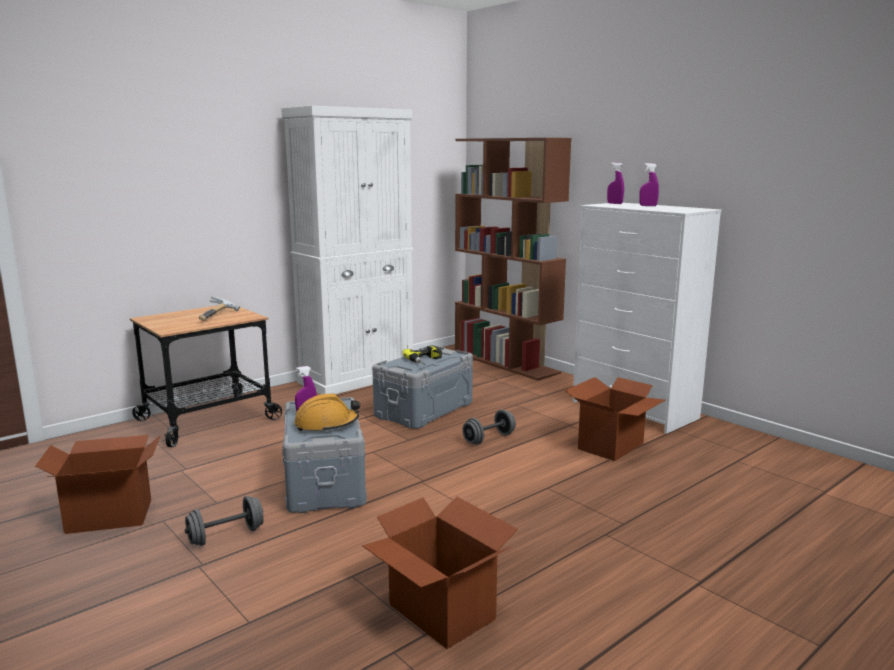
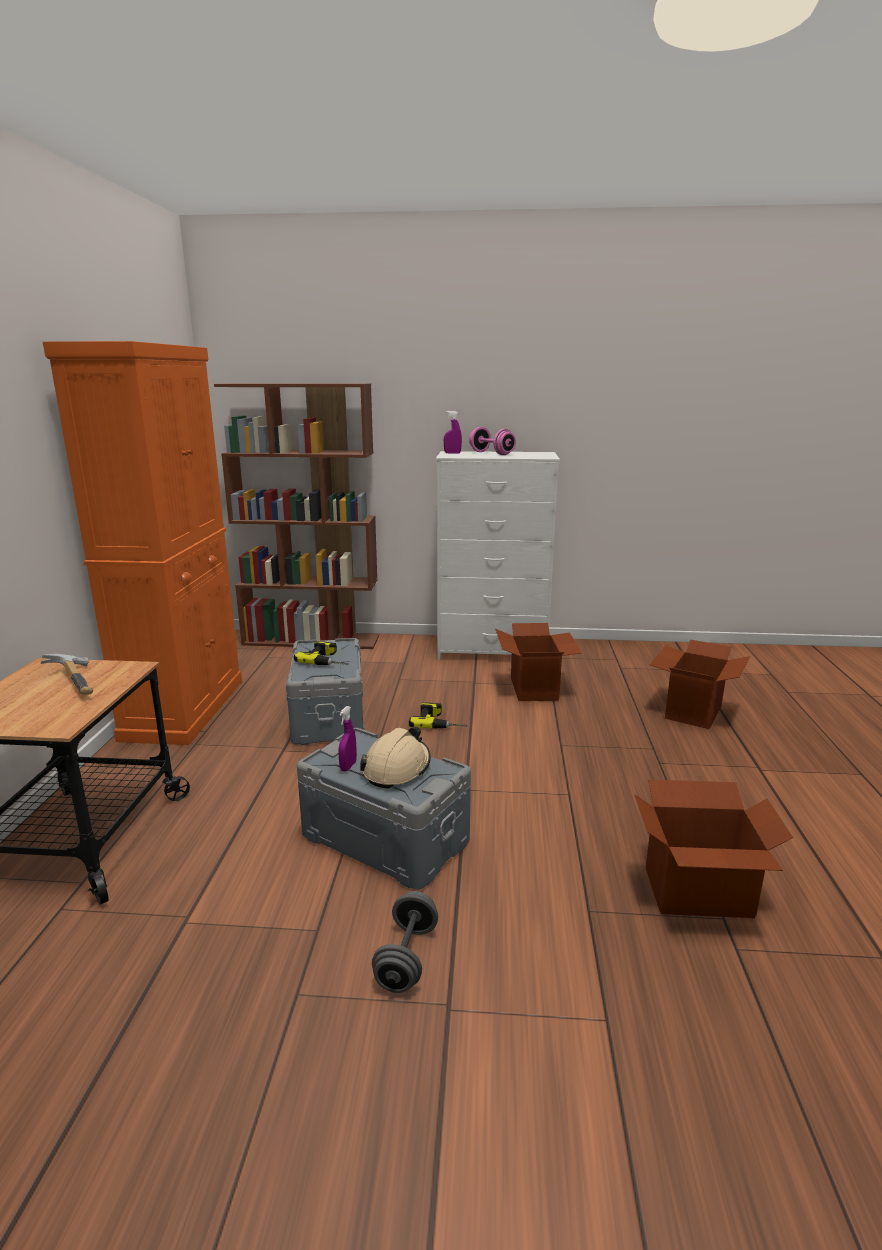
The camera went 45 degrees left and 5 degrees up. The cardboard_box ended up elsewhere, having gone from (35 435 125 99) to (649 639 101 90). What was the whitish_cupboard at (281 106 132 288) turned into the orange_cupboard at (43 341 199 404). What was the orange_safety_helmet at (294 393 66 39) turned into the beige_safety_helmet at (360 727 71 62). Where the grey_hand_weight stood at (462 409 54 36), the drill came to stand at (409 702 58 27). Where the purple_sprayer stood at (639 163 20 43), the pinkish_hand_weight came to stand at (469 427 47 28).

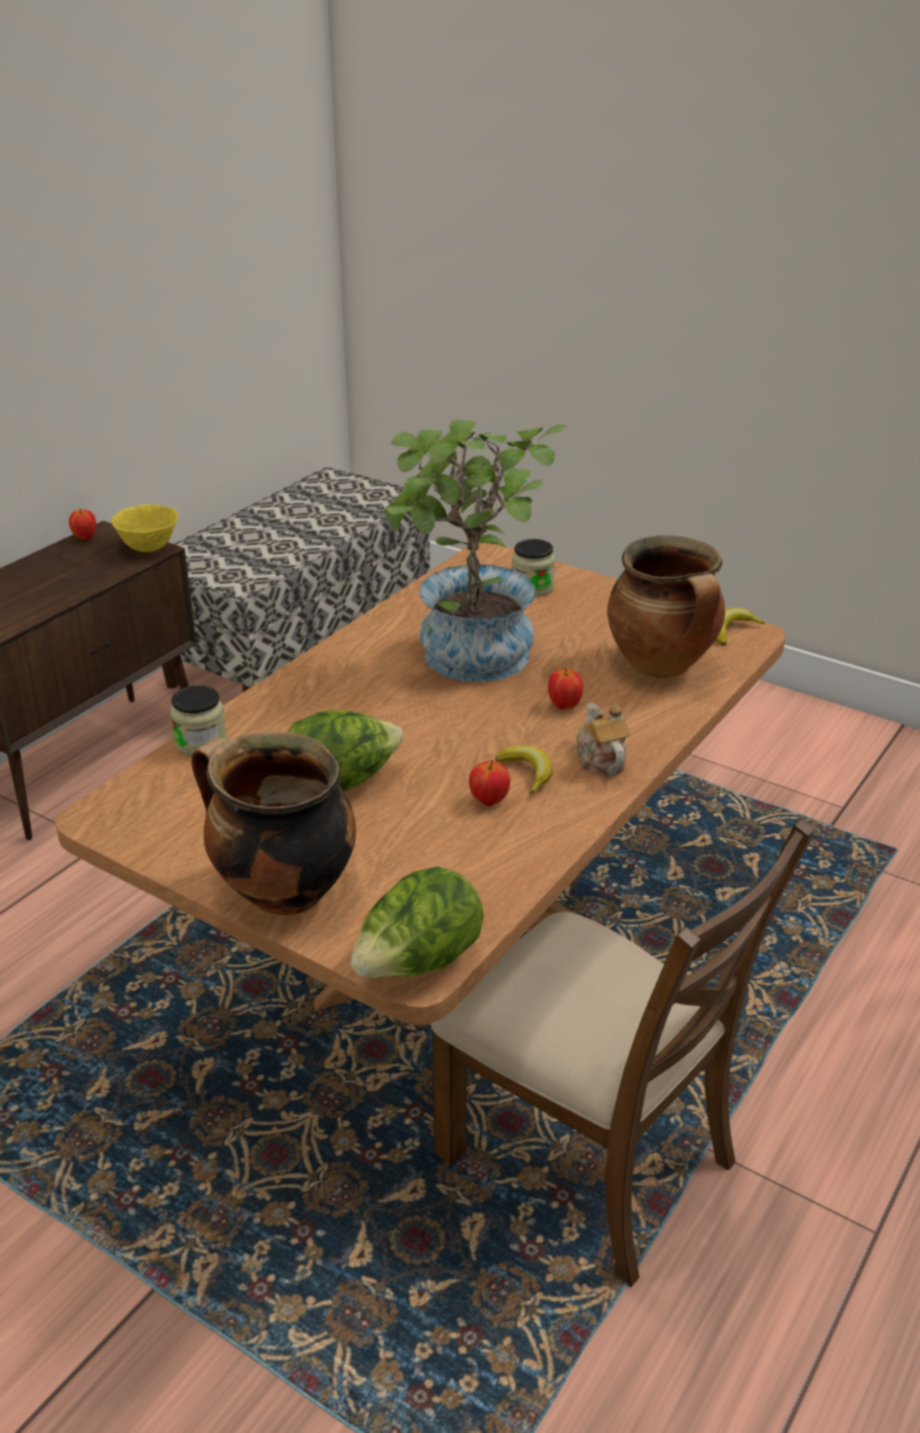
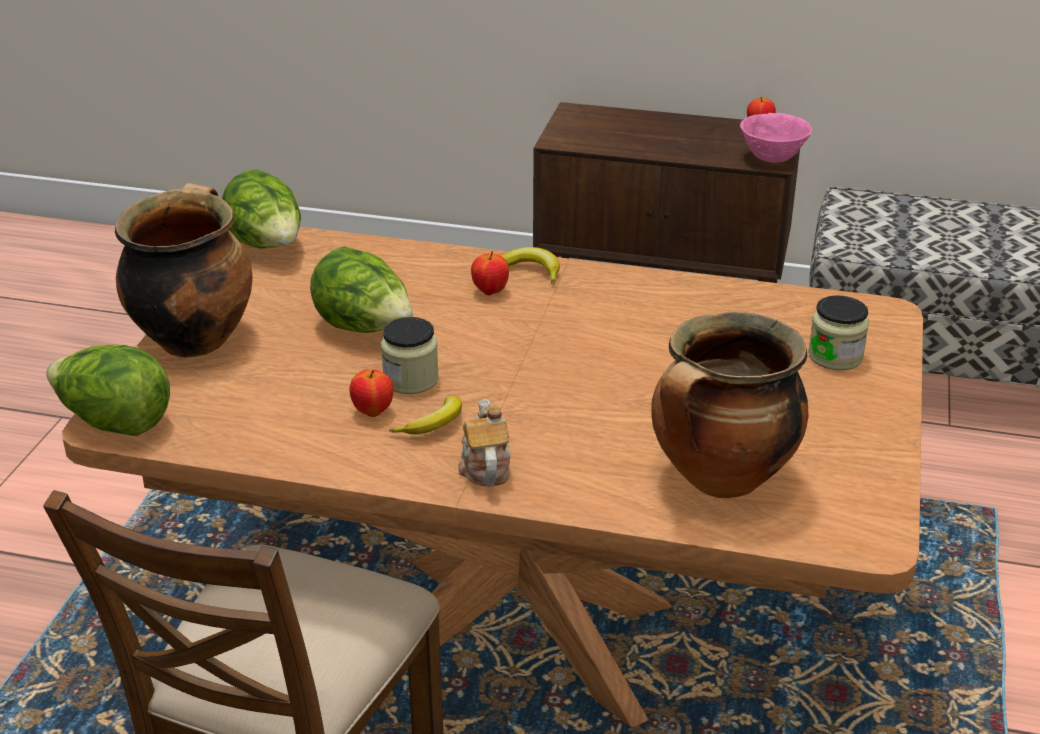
The camera went 70 degrees right and 0 degrees up. What was the yellow-coloured_serving_bowl at (111 504 67 48) turned into the pinkish_serving_bowl at (740 113 72 50). The storage_jar ended up elsewhere, having gone from (170 685 57 71) to (381 317 58 77). The second view lost the potted_plant at (384 420 182 262). The apple_fruit ended up elsewhere, having gone from (548 667 35 43) to (471 251 38 44). The tea_pot at (576 703 54 73) ended up facing another way, 60 degrees counterclockwise from before. The banana ended up elsewhere, having gone from (716 607 49 39) to (502 247 58 37). The second view gained the head_of_lettuce at (222 170 79 79).

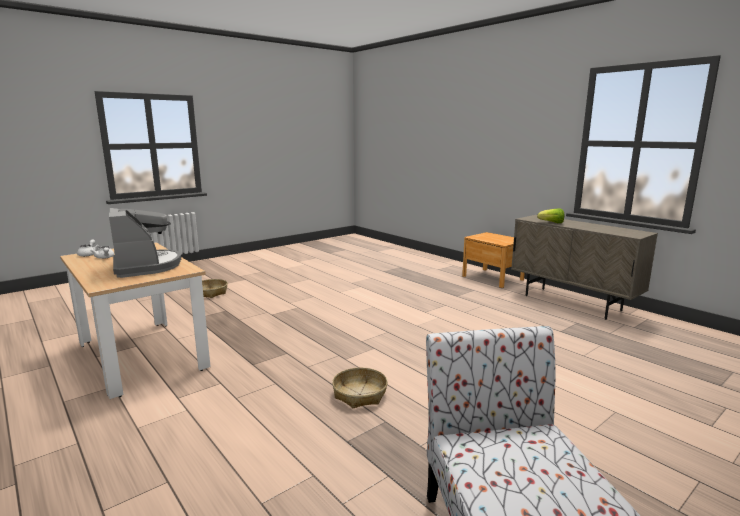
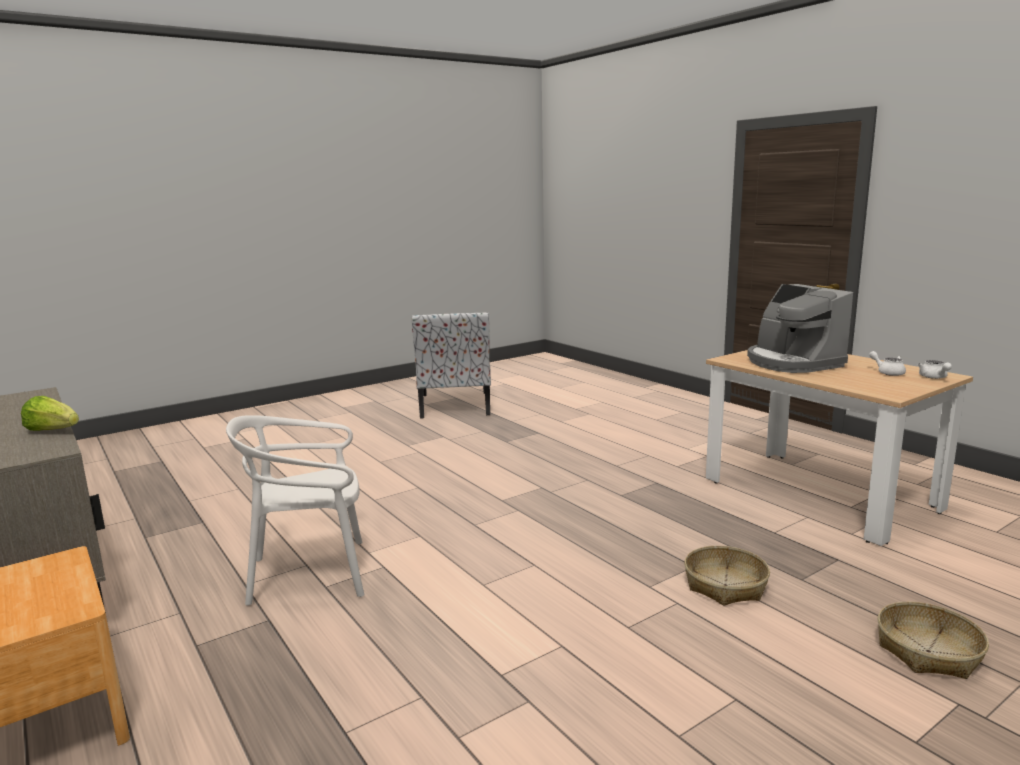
The camera went 175 degrees left and 0 degrees up. The storage_basket ended up elsewhere, having gone from (332 368 56 40) to (684 546 86 60). The second view gained the whitish_plain_chair at (226 415 139 191).

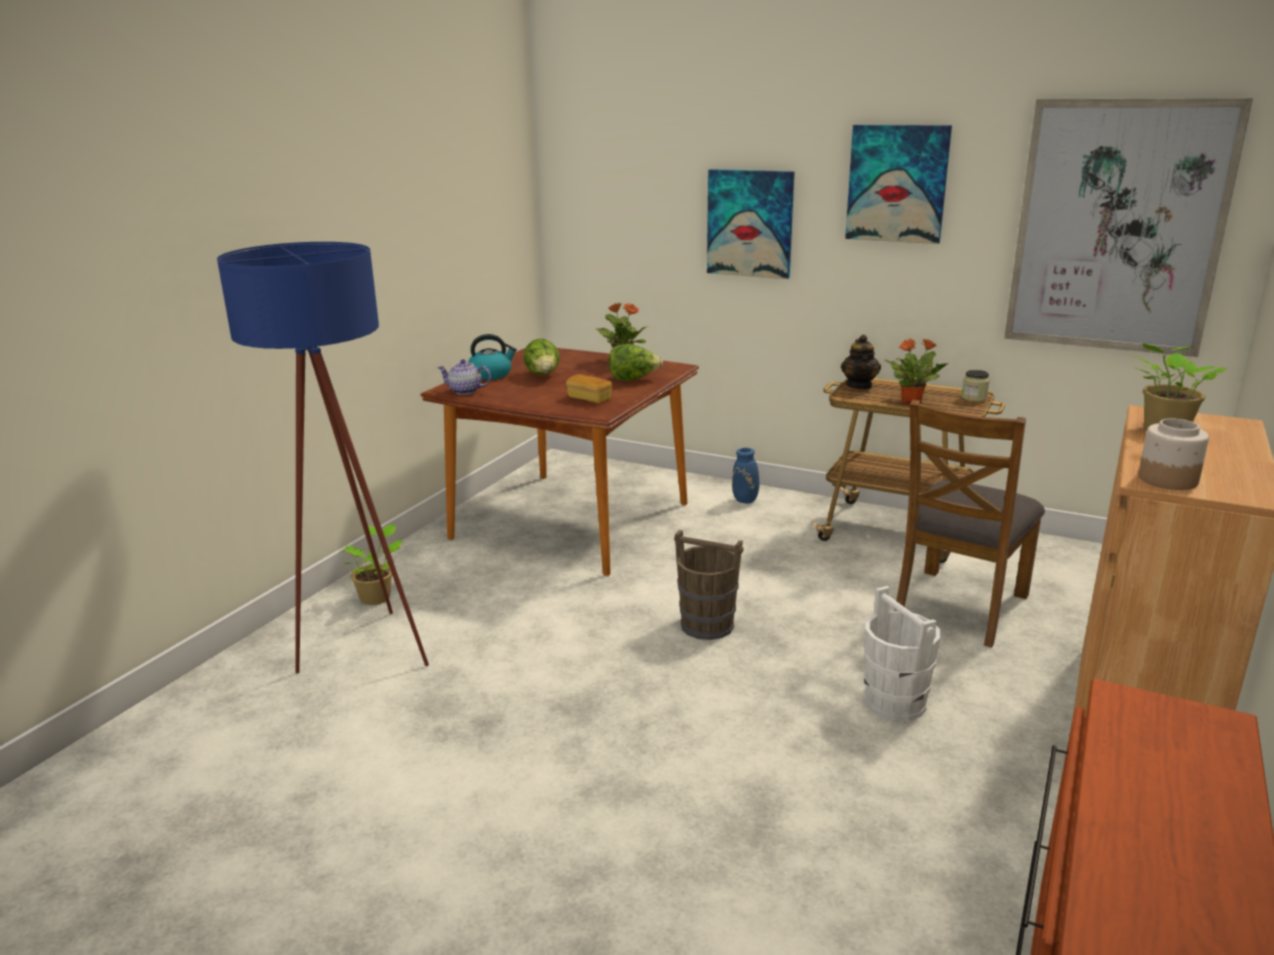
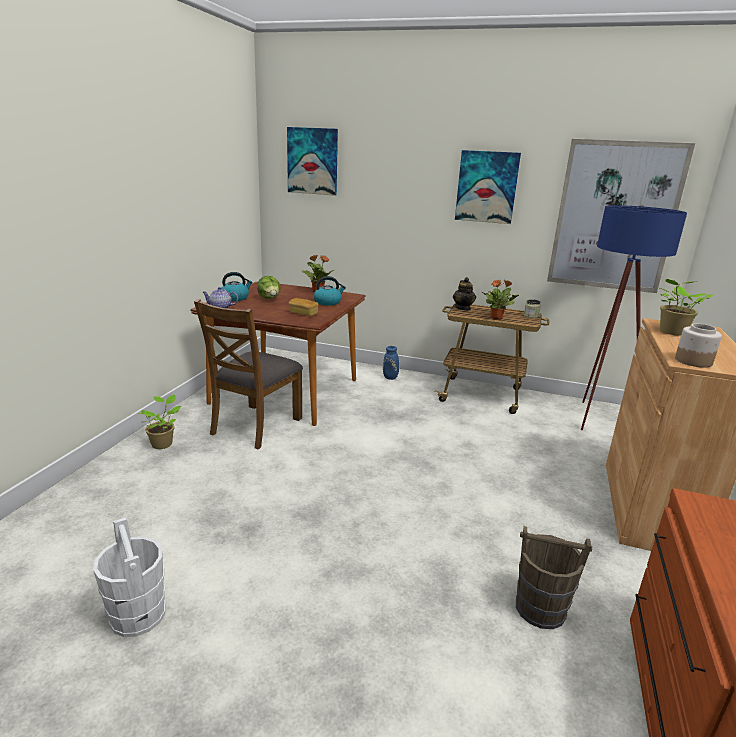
The camera went 10 degrees left and 0 degrees up. The blue_standing_lamp ended up elsewhere, having gone from (217 242 212 432) to (581 205 106 225). Where the head_of_lettuce stood at (608 344 55 37), the tea_kettle came to stand at (314 276 32 30). The brown-coloured_pail ended up elsewhere, having gone from (674 530 70 110) to (516 526 76 103). The wall_art ended up elsewhere, having gone from (707 169 87 110) to (287 127 51 69). The whitish_pail ended up elsewhere, having gone from (864 586 76 135) to (93 517 72 120). The brown-coloured_plain_chair ended up elsewhere, having gone from (894 400 151 248) to (194 299 109 150).

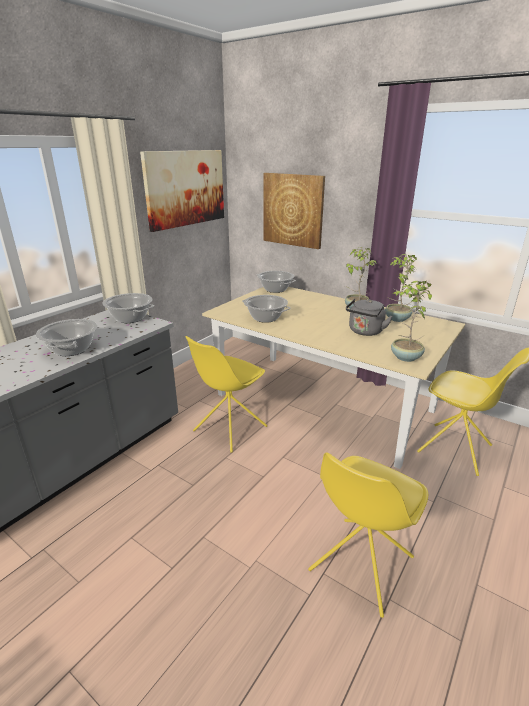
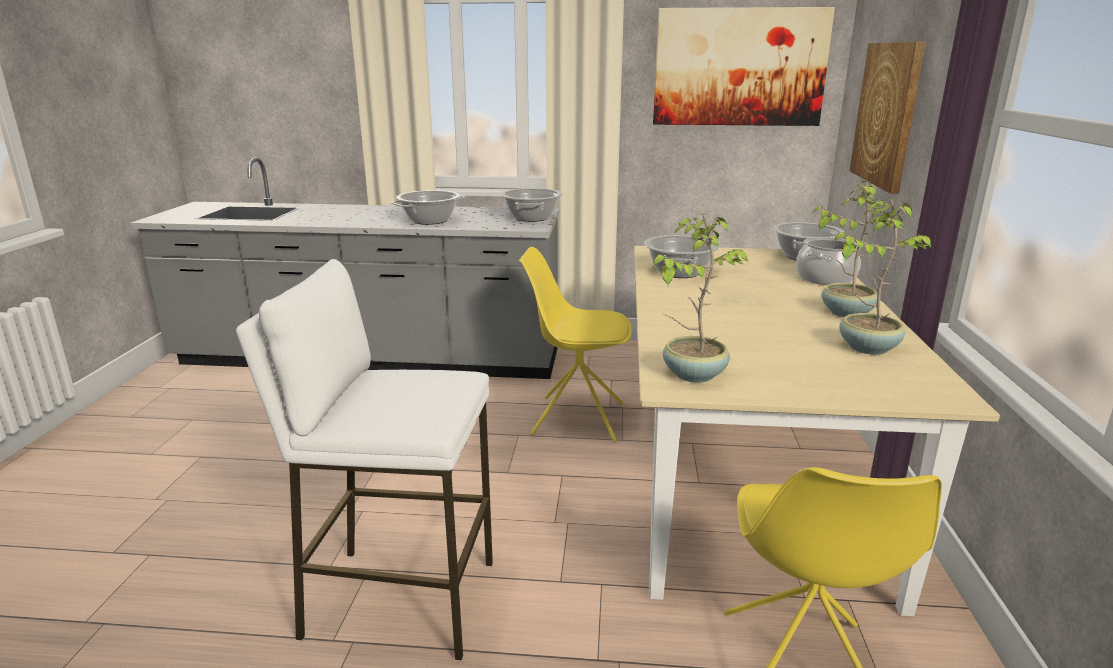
The camera went 60 degrees right and 5 degrees down. Where the yellow-coloured_plain_chair stood at (308 452 120 166), the whitish_stool came to stand at (236 259 257 402). The second view lost the grey_tea_kettle at (346 299 47 37). The second view gained the saucepot at (796 237 65 48).

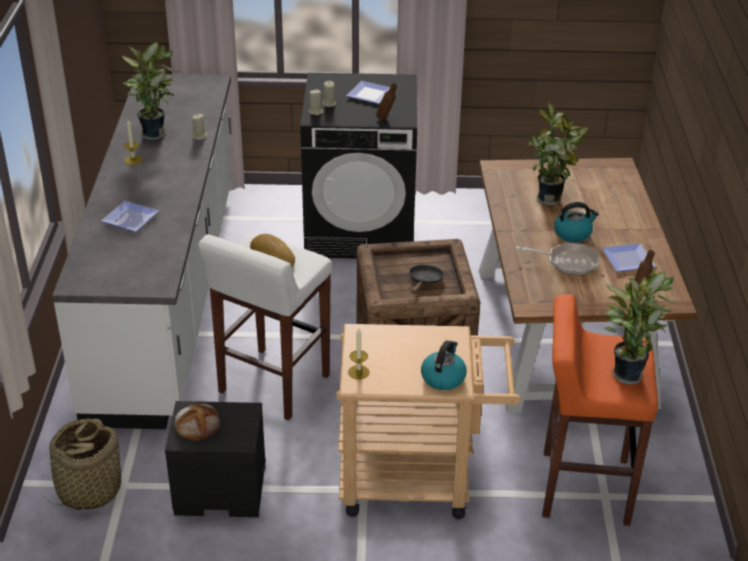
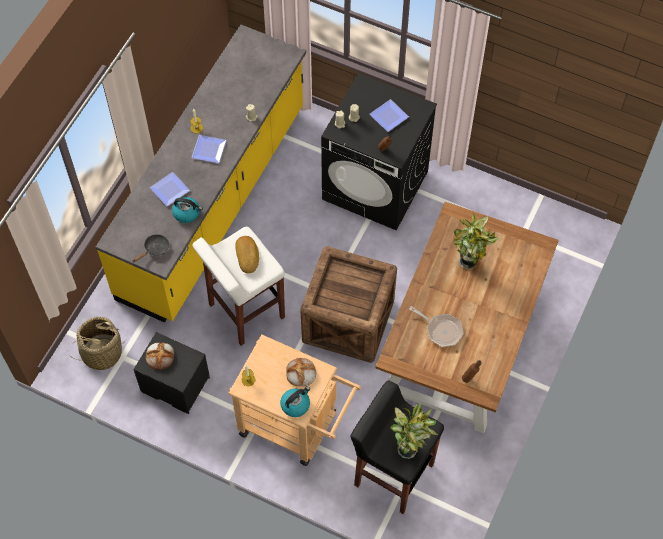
The camera went 25 degrees right and 25 degrees up. What was the whitish_kitchen_counter at (52 74 179 355) turned into the yellow-coloured_kitchen_counter at (96 25 210 298). The second view lost the potted_plant at (122 42 56 98). The black_skillet ended up elsewhere, having gone from (409 265 35 28) to (132 234 38 28). What was the orange_stool at (542 294 116 232) turned into the black_stool at (350 380 94 134). The tea_kettle ended up elsewhere, having gone from (554 202 45 40) to (172 197 31 26). The flat_dish ended up elsewhere, having gone from (602 243 54 29) to (192 135 35 28). The second view gained the bakery_bread at (286 358 30 28).

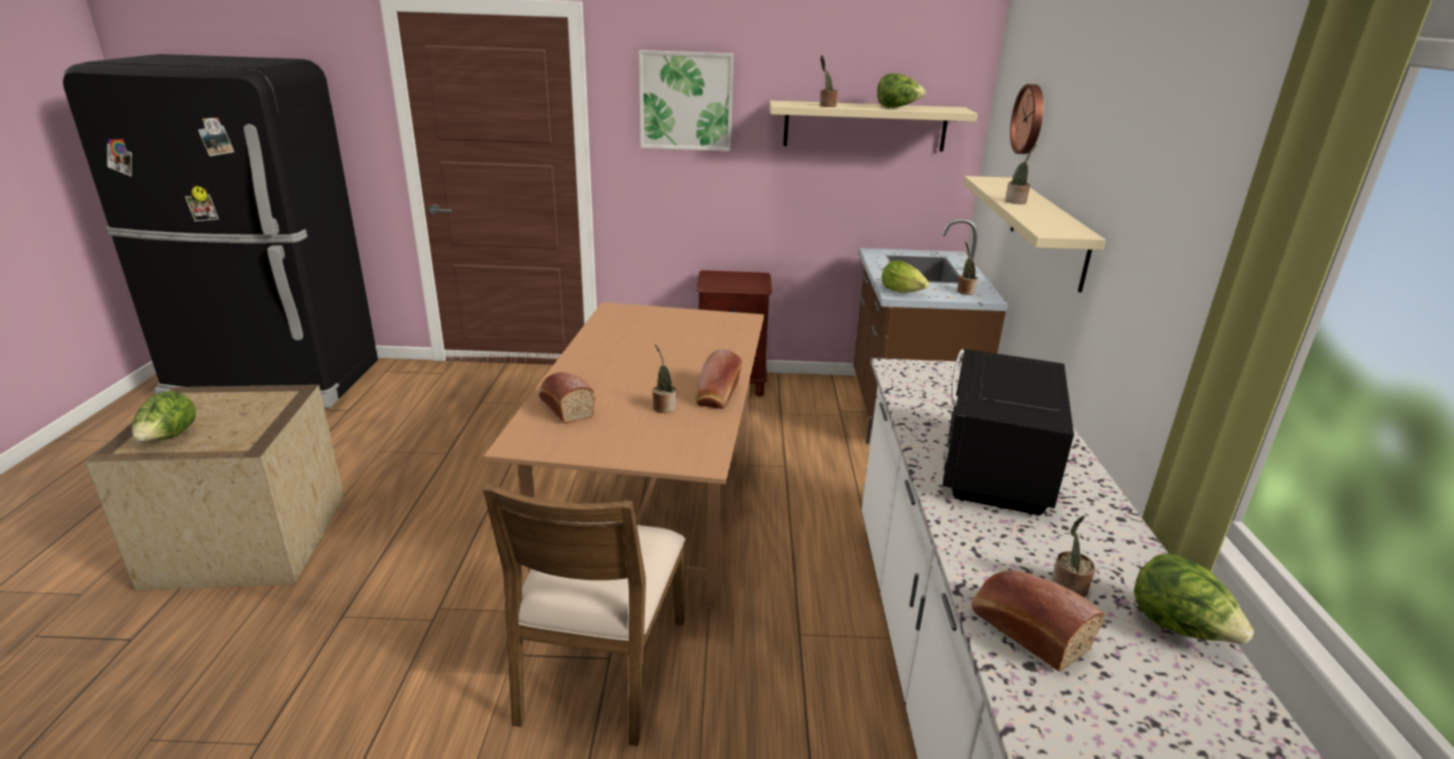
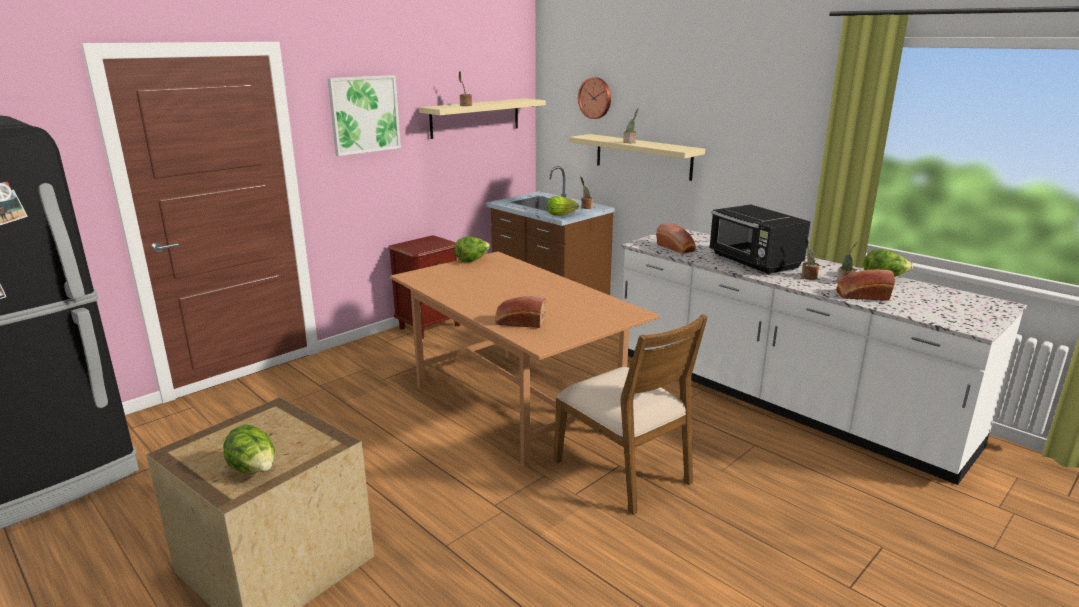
The camera went 45 degrees left and 5 degrees down. The potted_plant ended up elsewhere, having gone from (652 344 24 69) to (801 235 19 45). The bakery_bread ended up elsewhere, having gone from (695 349 47 60) to (656 223 40 31). The head_of_lettuce ended up elsewhere, having gone from (877 73 49 35) to (454 236 36 27).

